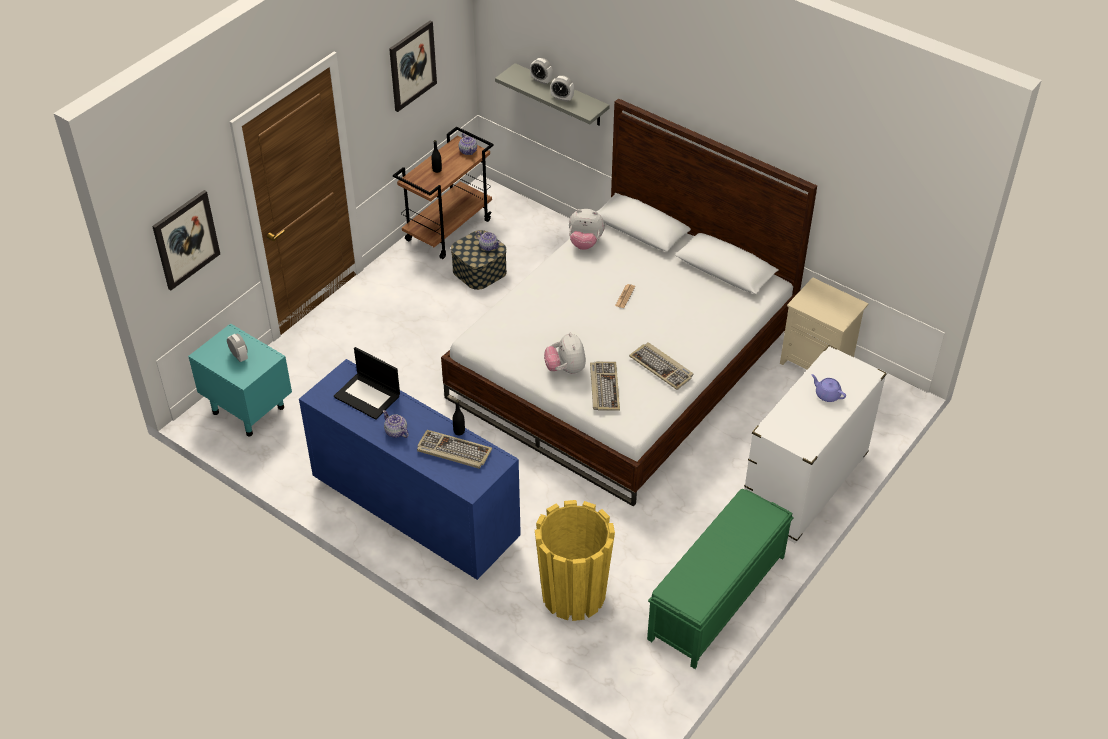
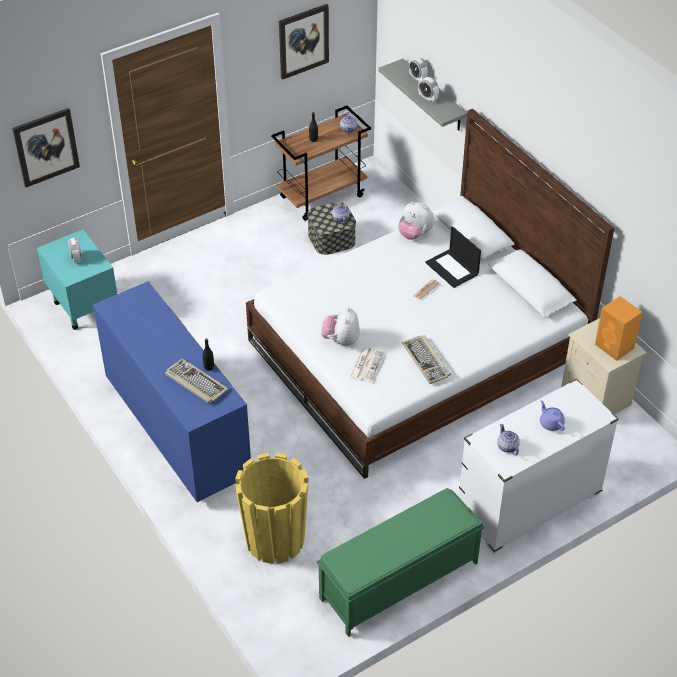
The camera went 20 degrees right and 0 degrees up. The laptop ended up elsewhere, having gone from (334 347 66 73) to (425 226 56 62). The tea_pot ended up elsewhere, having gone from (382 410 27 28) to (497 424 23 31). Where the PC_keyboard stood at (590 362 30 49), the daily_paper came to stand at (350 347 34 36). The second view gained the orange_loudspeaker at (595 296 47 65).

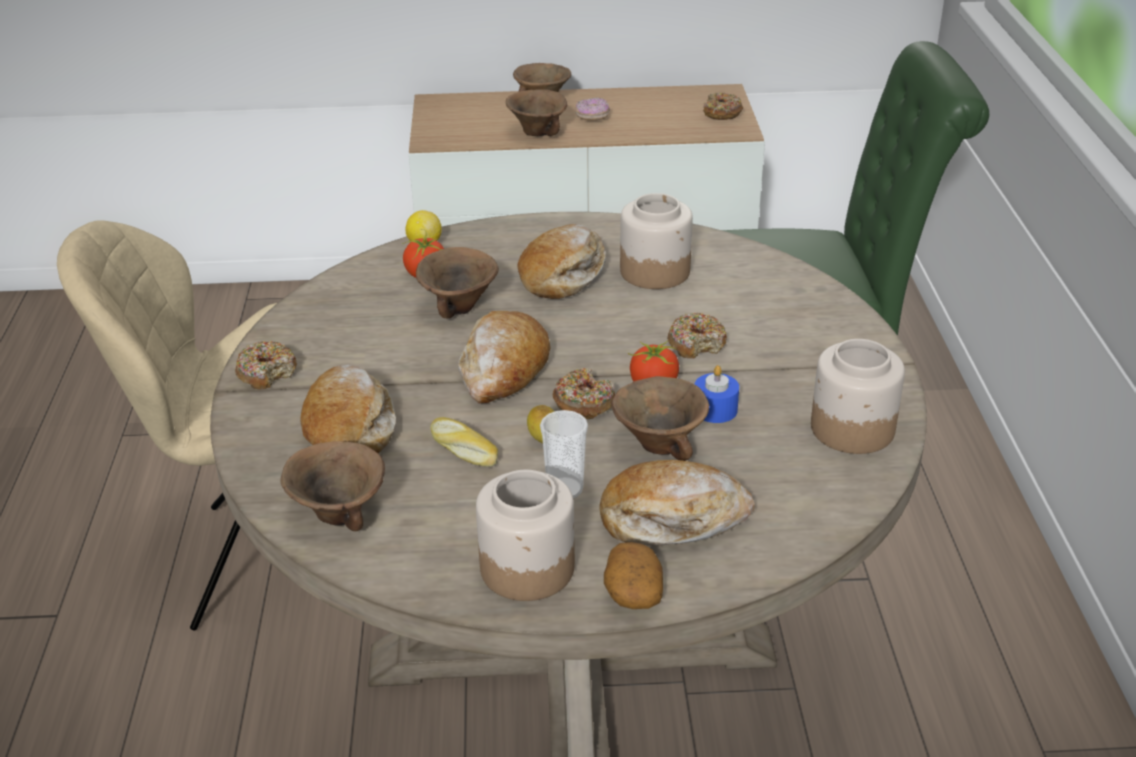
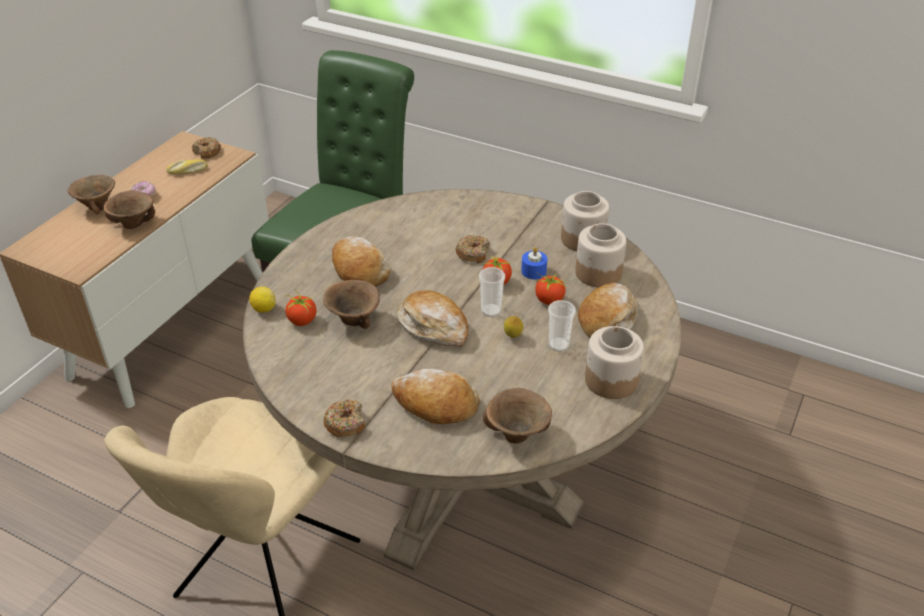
The camera went 60 degrees left and 5 degrees up. The bakery_bread ended up elsewhere, having gone from (430 417 68 50) to (166 159 42 16). Where the ring_doughnut stood at (553 368 62 51), the drinking_cup came to stand at (479 267 26 50). The second view lost the spud at (604 542 59 67). Where the brown-coloured_serving_bowl stood at (611 376 98 85), the fresh_tomato came to stand at (535 273 31 32). The storage_jar ended up elsewhere, having gone from (620 193 73 96) to (575 223 52 64).

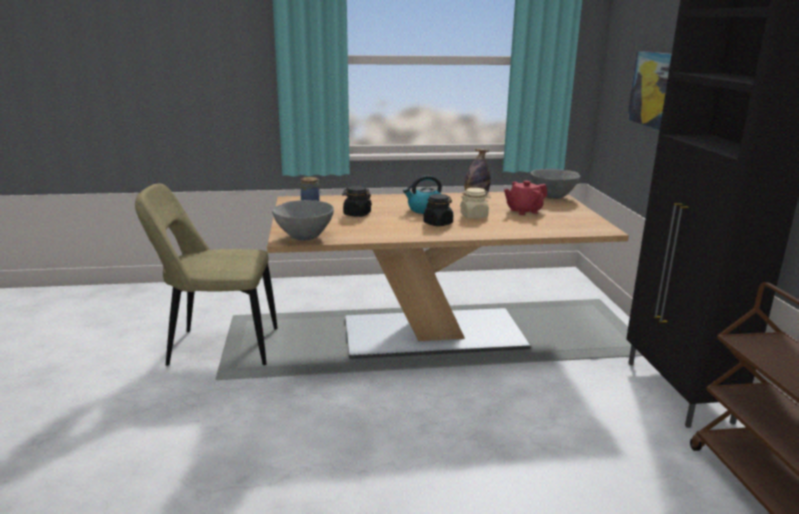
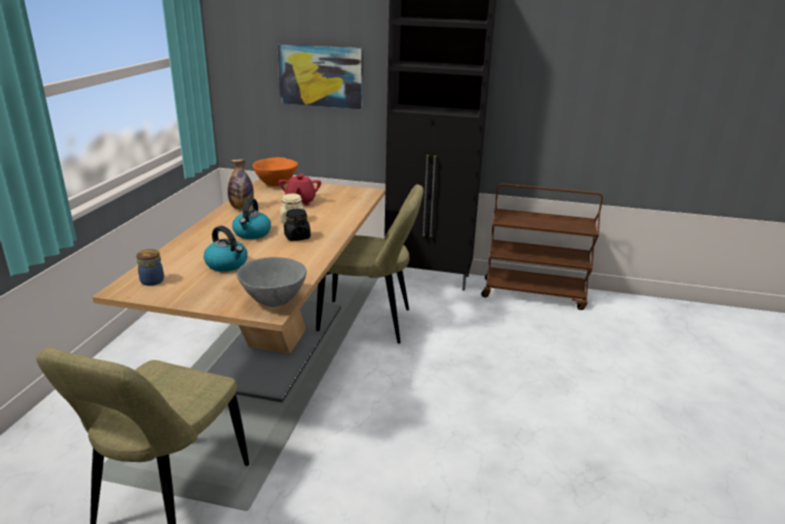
The camera went 70 degrees left and 5 degrees up. Where the black_storage_jar stood at (342 186 30 31), the tea_kettle came to stand at (204 226 44 46). What was the grey_serving_bowl at (530 169 50 30) turned into the orange_serving_bowl at (253 157 45 29). The second view gained the beige_plain_chair at (316 184 108 160).

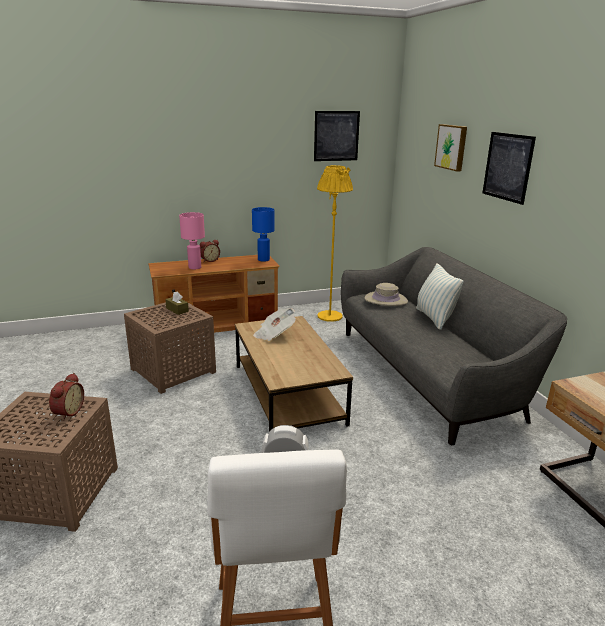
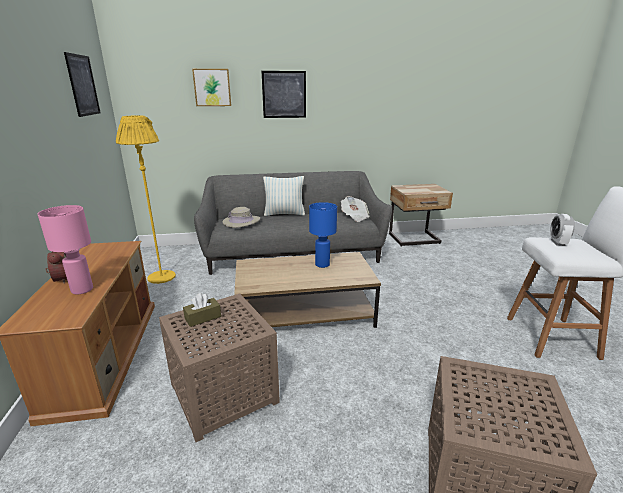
The camera went 80 degrees left and 0 degrees up. The second view lost the table_clock at (49 373 35 48). The blue_table_lamp ended up elsewhere, having gone from (252 207 23 55) to (309 202 28 66). The daily_paper ended up elsewhere, having gone from (253 308 43 33) to (341 196 29 26).

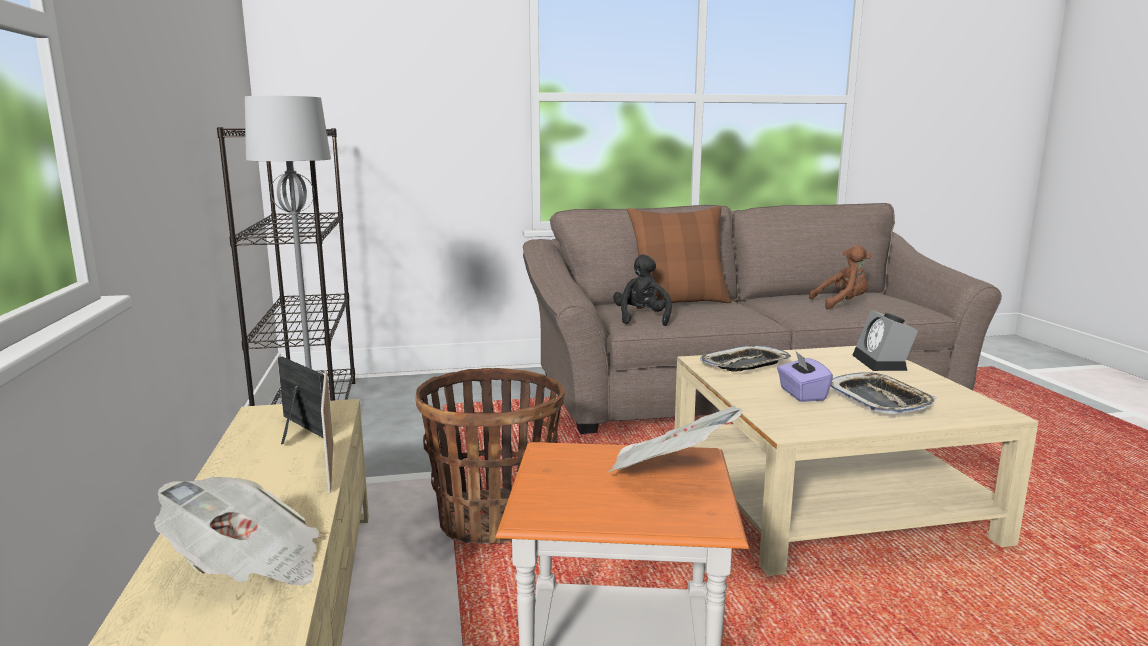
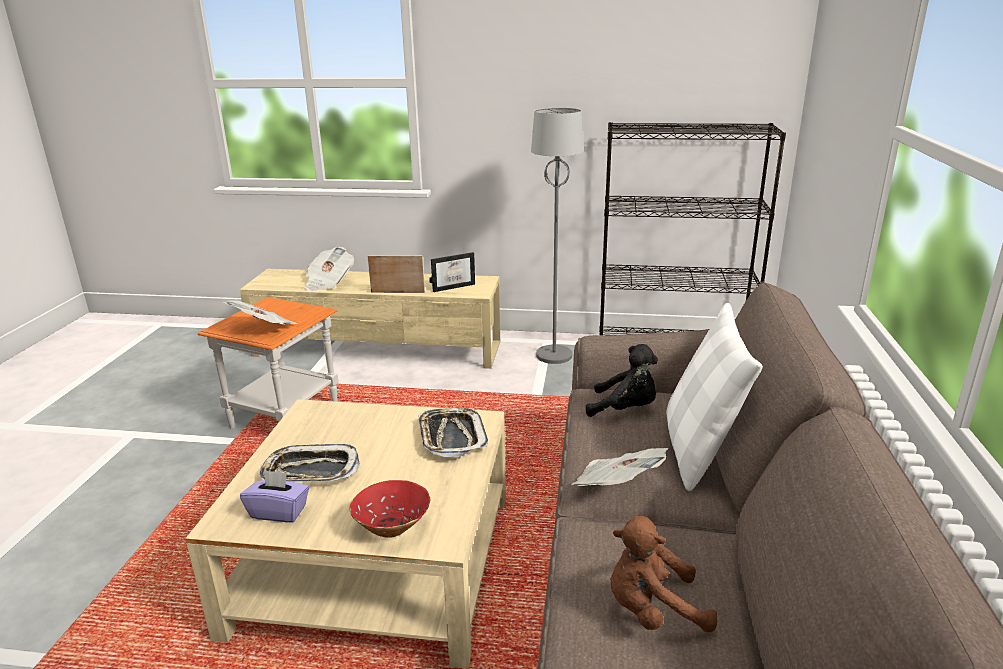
The camera went 110 degrees right and 10 degrees up. The second view lost the storage_basket at (416 368 149 176). What was the brown-coloured_throw_pillow at (627 206 104 103) turned into the whitish_throw_pillow at (666 303 97 188). The purple_box_of_tissues ended up elsewhere, having gone from (777 352 56 50) to (240 470 69 53). The brown-coloured_plush_toy at (809 245 62 64) ended up facing another way, 75 degrees clockwise from before. Where the table_clock stood at (852 310 66 61), the reddish_serving_bowl came to stand at (350 480 80 58). The second view gained the daily_paper at (571 448 98 38).

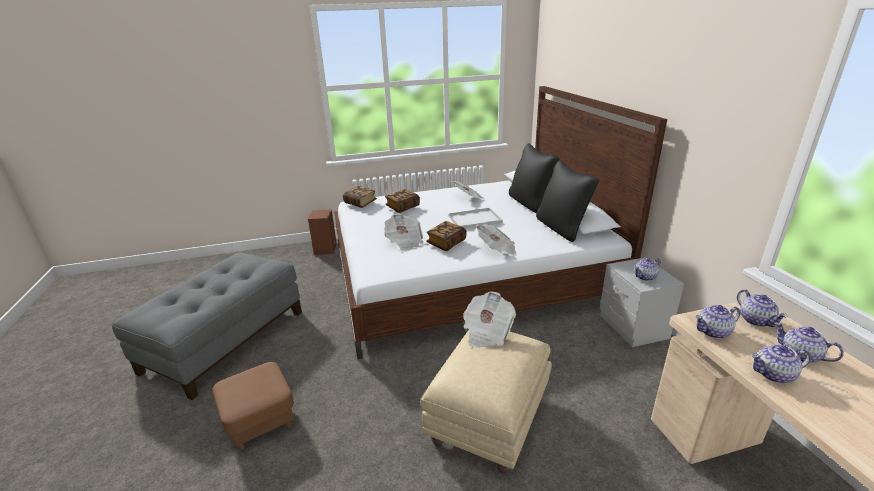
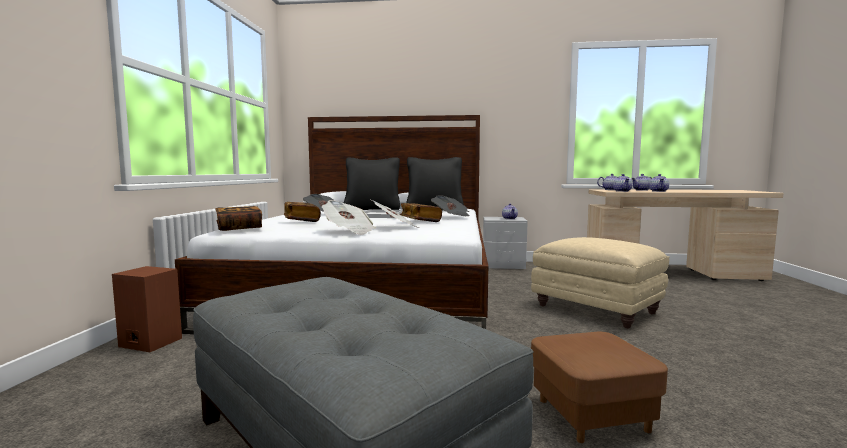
The camera went 70 degrees left and 20 degrees down. The daily_paper ended up elsewhere, having gone from (463 291 53 57) to (322 200 54 35).

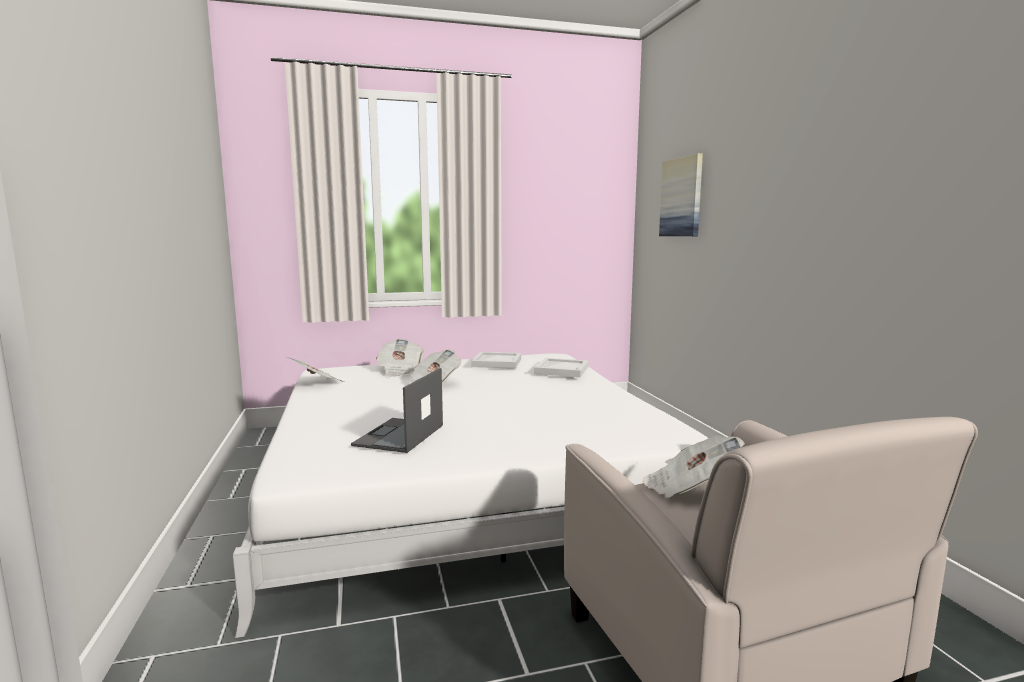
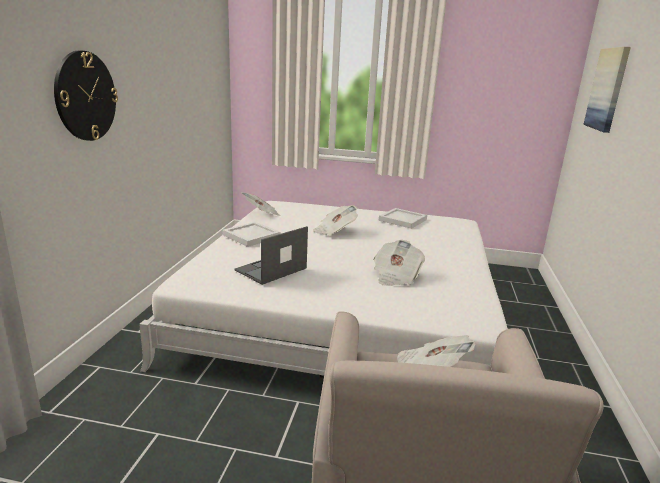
The camera went 25 degrees right and 10 degrees up. The daily_paper ended up elsewhere, having gone from (376 339 48 38) to (373 240 52 46). The whitish_carrying_tray ended up elsewhere, having gone from (534 358 55 19) to (223 222 58 25). The second view gained the wall_clock at (54 51 64 90).

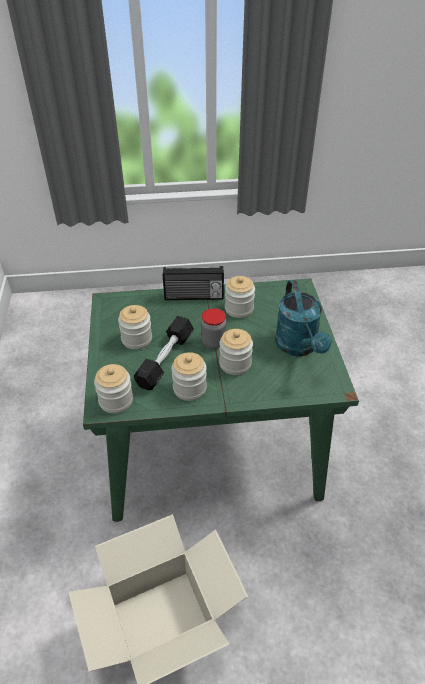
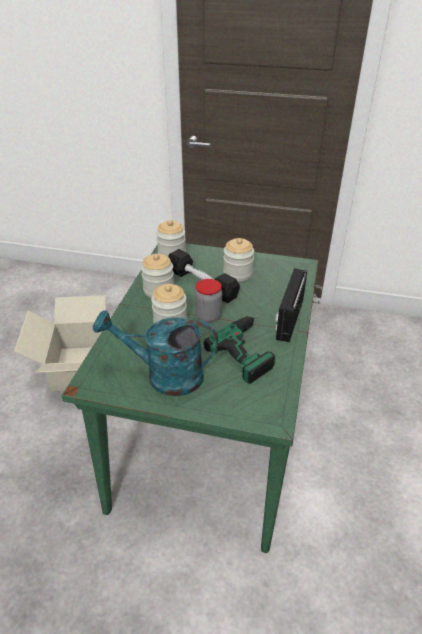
The camera went 110 degrees right and 5 degrees down. Where the storage_jar stood at (225 276 30 42), the drill came to stand at (204 313 71 71).

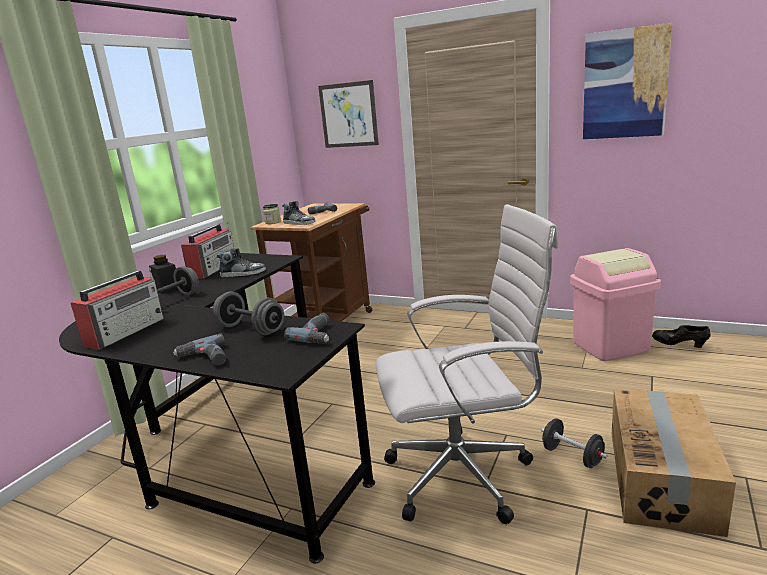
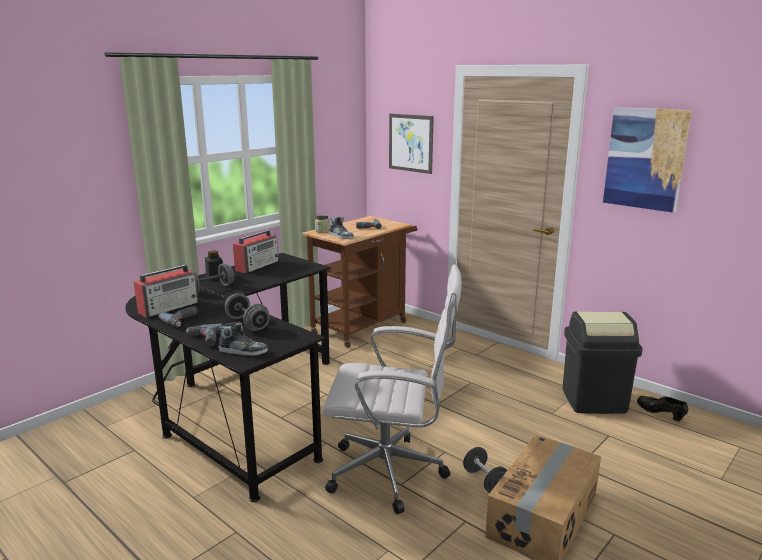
The camera went 15 degrees right and 0 degrees up. The low_shoe ended up elsewhere, having gone from (217 248 49 29) to (218 322 50 34). The drill ended up elsewhere, having gone from (284 313 45 31) to (159 306 39 21). What was the pinkish_rubbish_bin at (570 248 91 113) turned into the black_rubbish_bin at (562 312 81 102).

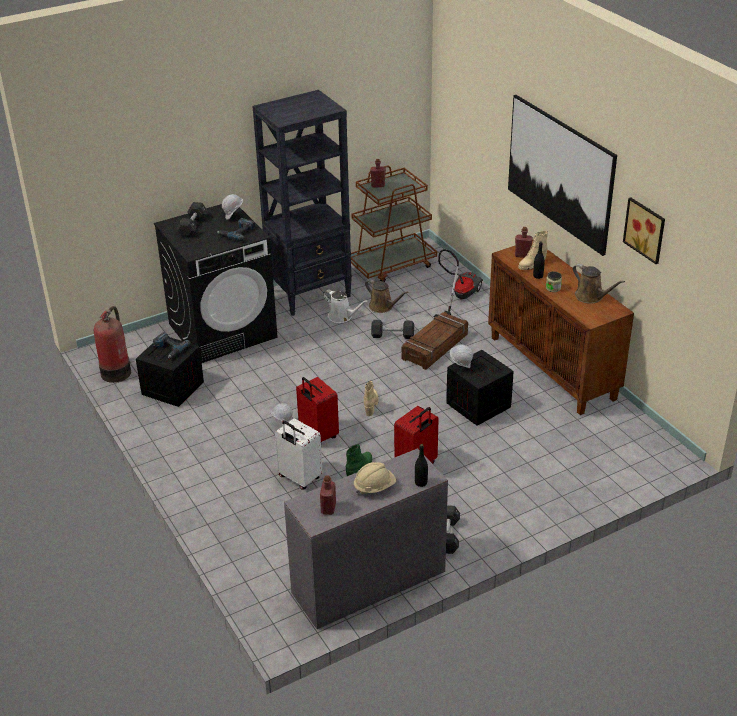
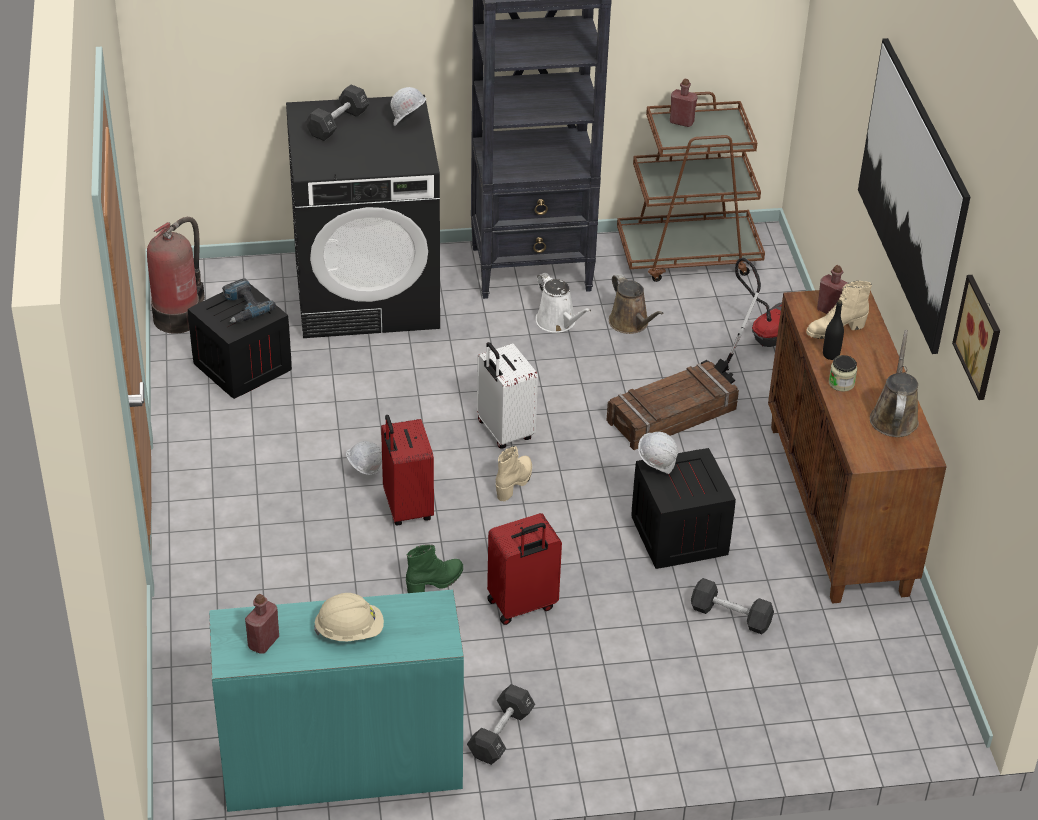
The camera went 20 degrees right and 5 degrees up. The second view lost the drill at (217 218 38 23). The whitish_suitcase ended up elsewhere, having gone from (275 418 48 71) to (477 342 61 107). What was the grey_desk_table at (284 448 164 181) turned into the turquoise_desk_table at (209 590 255 222). The black_hand_weight ended up elsewhere, having gone from (371 320 43 19) to (691 578 83 56). The second view lost the black_drink_bottle at (415 444 13 43). The brown-coloured_watering_pot at (573 264 52 40) ended up facing another way, 150 degrees counterclockwise from before.

